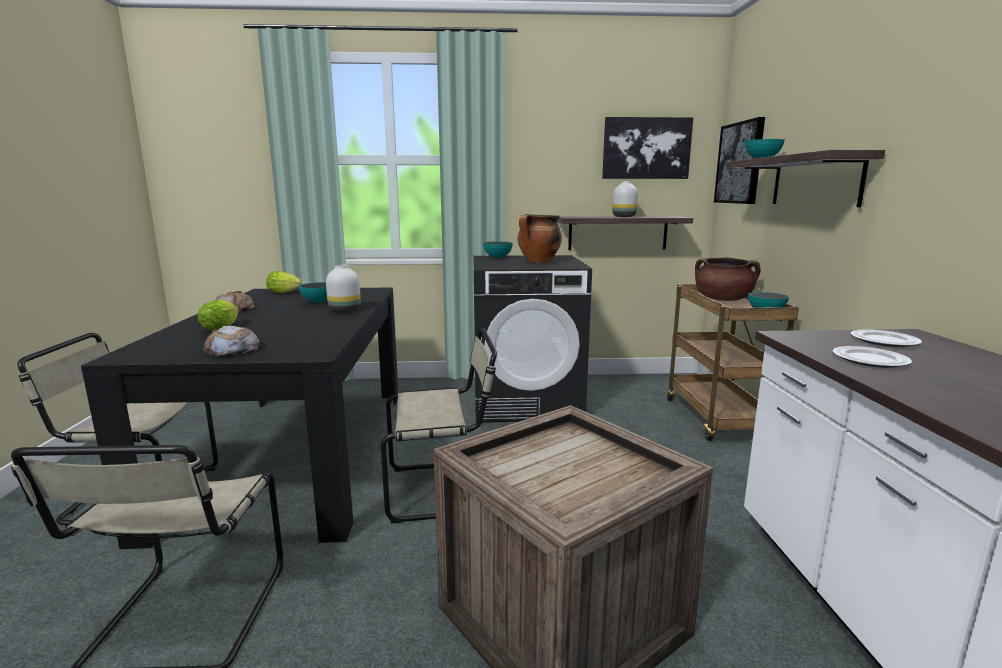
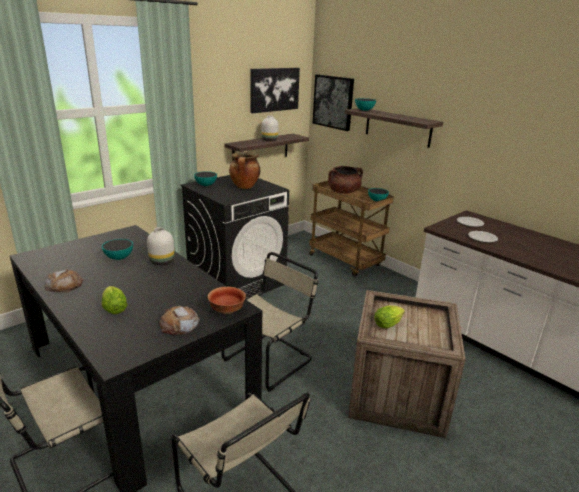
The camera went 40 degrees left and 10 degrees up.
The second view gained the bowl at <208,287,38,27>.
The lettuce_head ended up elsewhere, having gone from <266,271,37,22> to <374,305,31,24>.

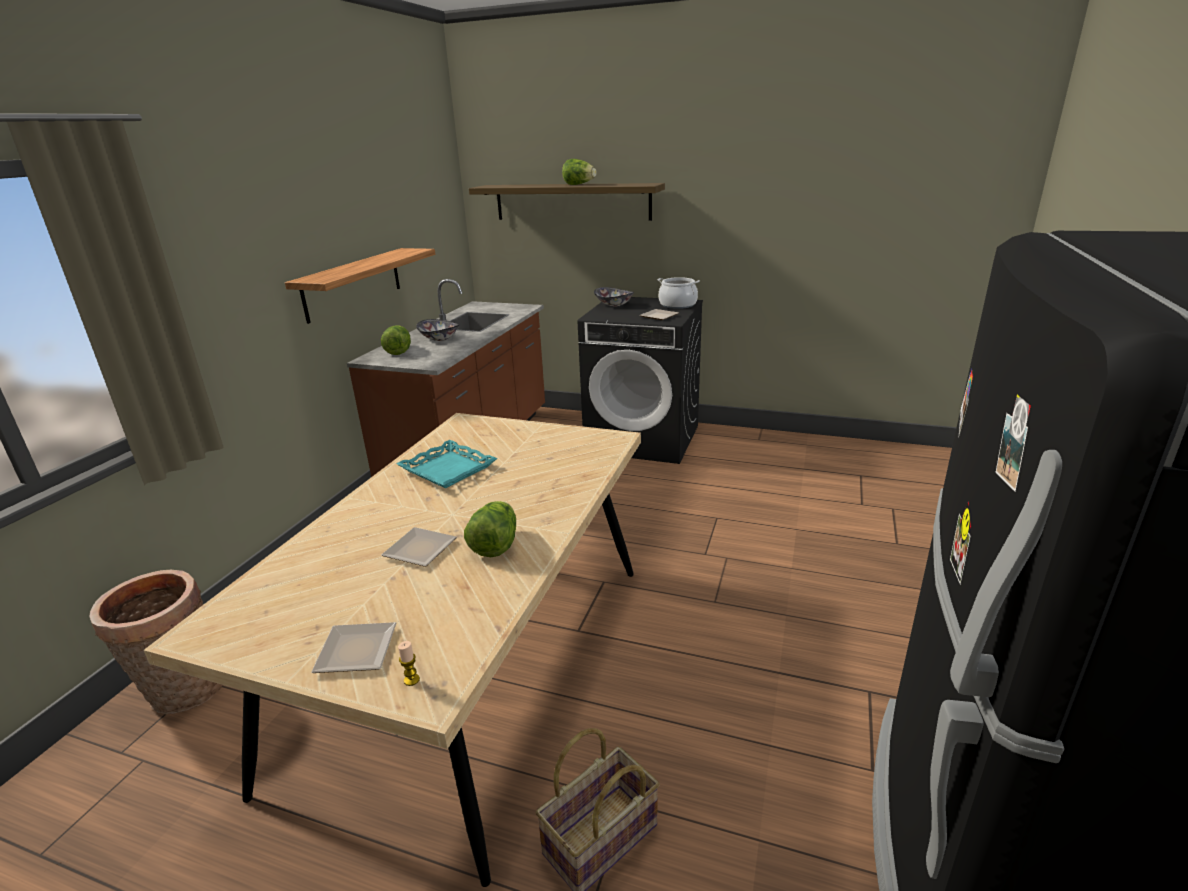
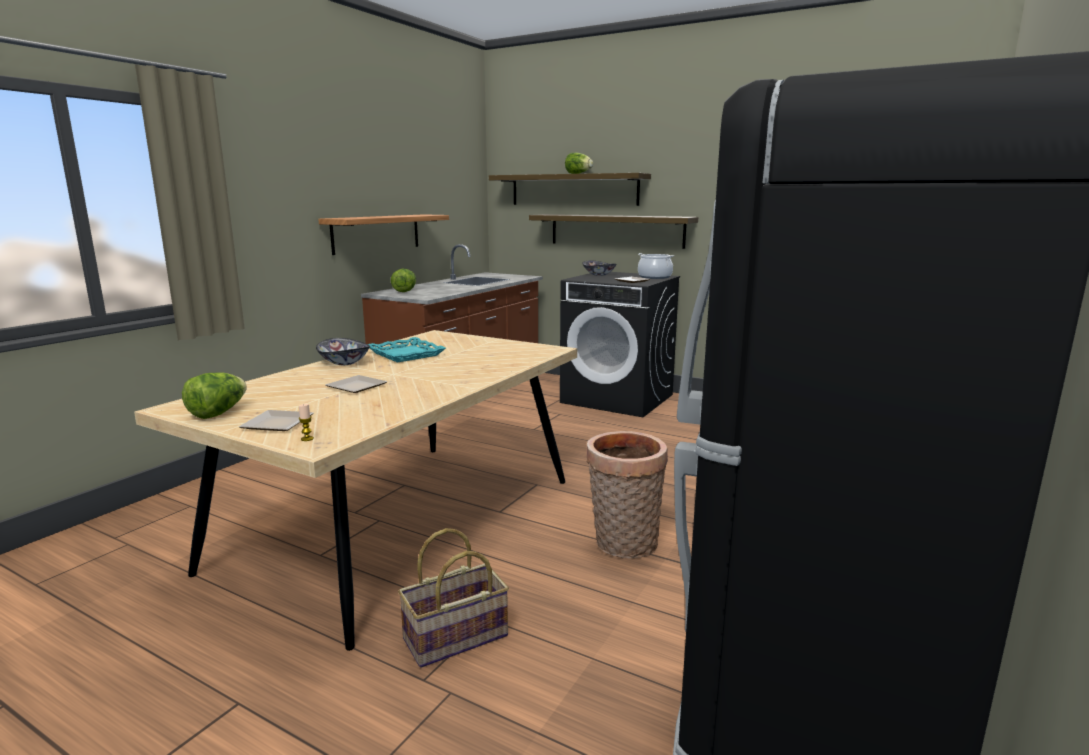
The camera went 10 degrees right and 10 degrees down.
The lettuce_head ended up elsewhere, having gone from <464,501,52,56> to <182,372,65,47>.
The bowl ended up elsewhere, having gone from <416,319,44,22> to <316,338,54,27>.
The second view gained the shelf at <529,214,169,35>.
The household_basket ended up elsewhere, having gone from <89,570,133,144> to <586,431,82,127>.

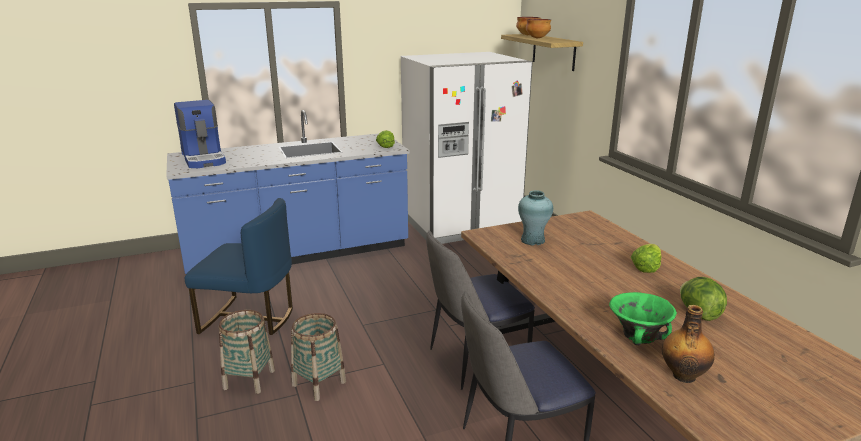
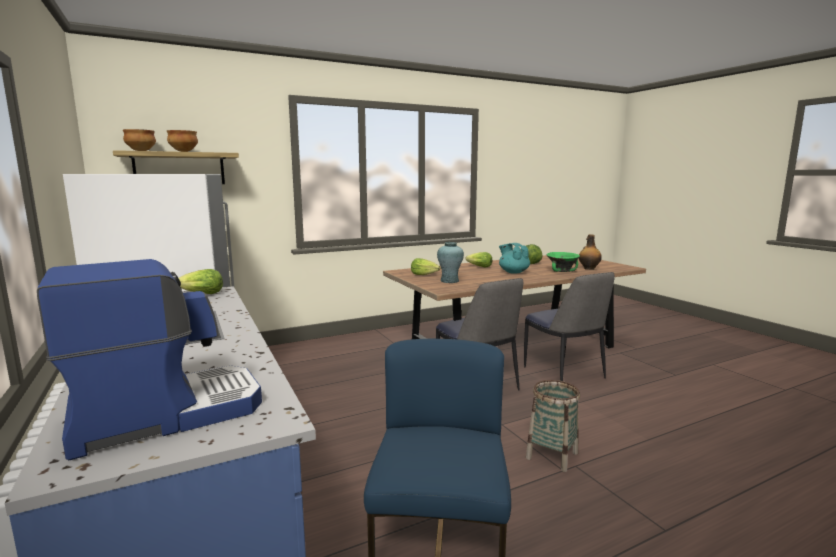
The camera went 95 degrees left and 10 degrees down.
The second view gained the lettuce_head at <411,258,29,17>.
The second view gained the turquoise_pot_for_tea at <499,243,31,31>.
The second view lost the household_basket at <219,310,56,84>.

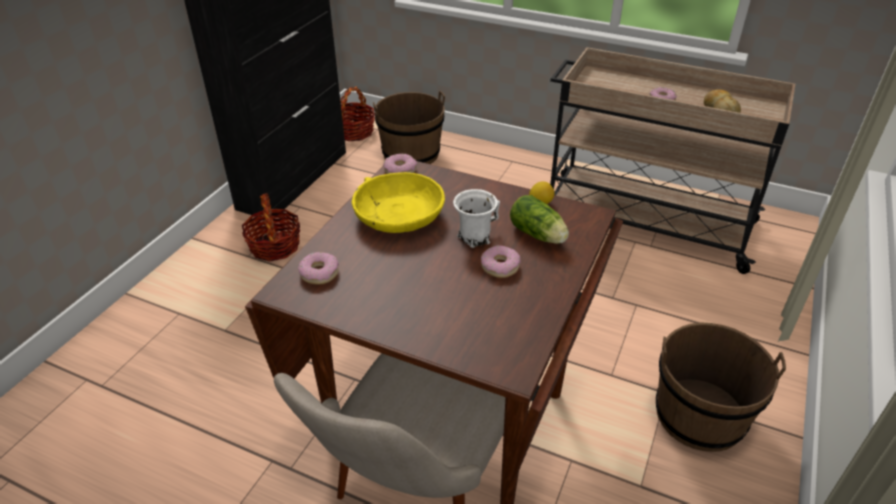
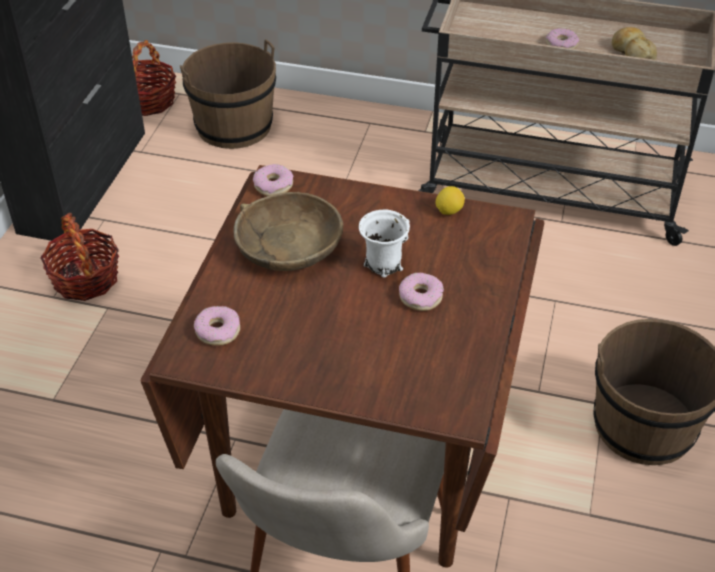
The camera went 10 degrees left and 5 degrees up.
What was the yellow_bowl at <352,172,93,61> turned into the brown_bowl at <233,192,110,79>.
The second view lost the lettuce_head at <510,195,59,49>.

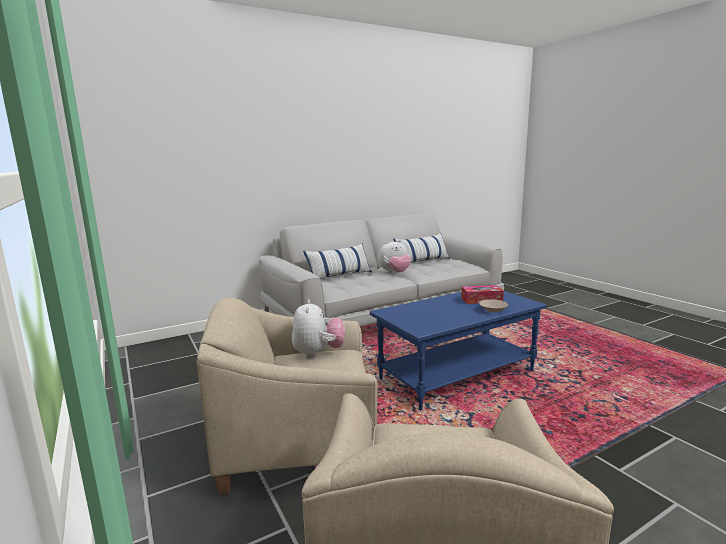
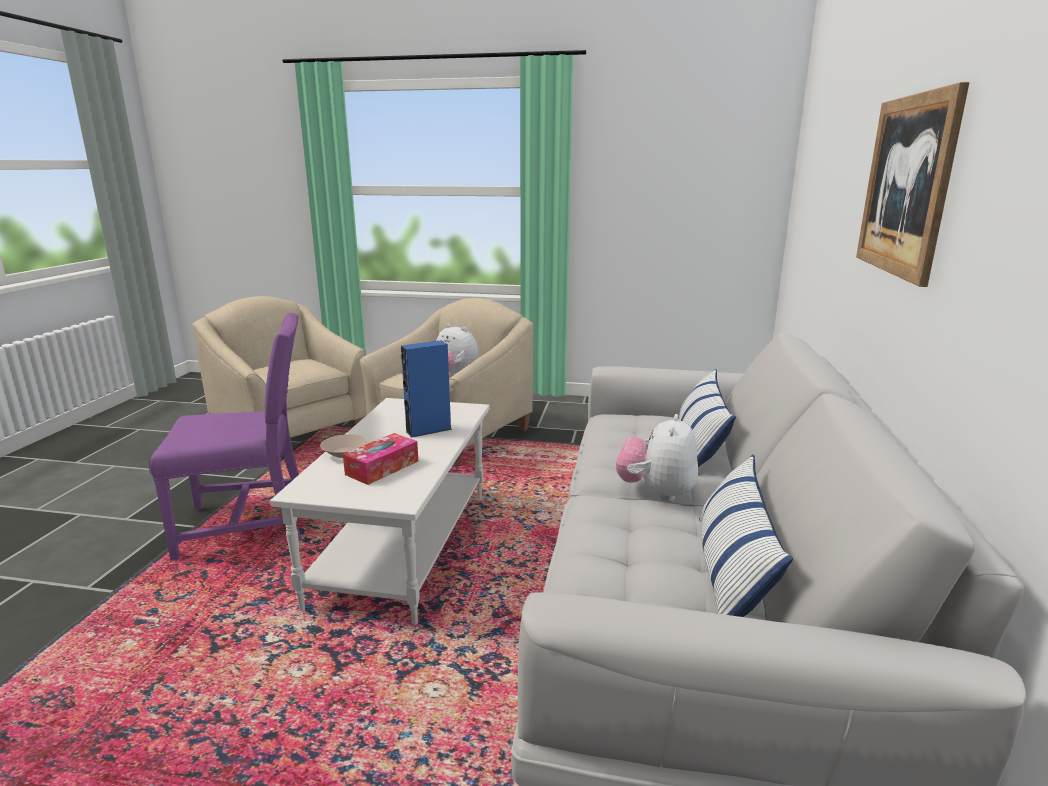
The camera went 130 degrees right and 5 degrees up.
The second view gained the purple-coloured_upright_chair at <149,313,153,247>.
What was the blue_lounge_table at <370,291,177,119> turned into the white-coloured_lounge_table at <270,398,220,227>.
The second view gained the blue_audio_speaker at <401,340,51,98>.
The second view gained the wall_picture at <856,82,113,205>.

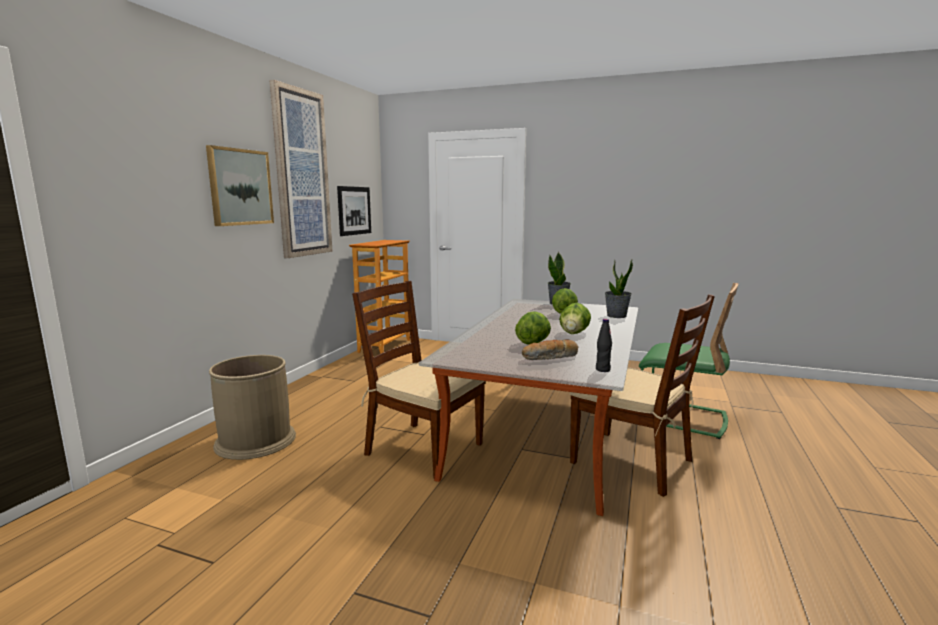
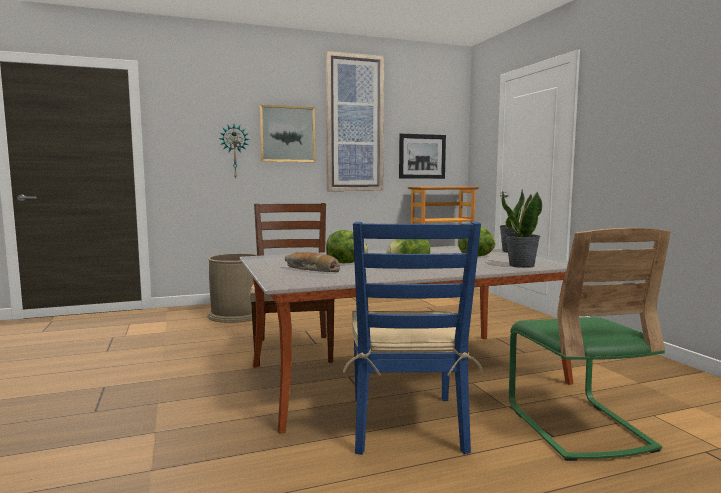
The camera went 50 degrees right and 5 degrees down.
The second view gained the wall_clock at <219,124,31,54>.
What was the brown_upright_chair at <570,294,145,203> turned into the blue_upright_chair at <343,222,140,233>.
The second view lost the blackish_bottle at <596,319,16,53>.

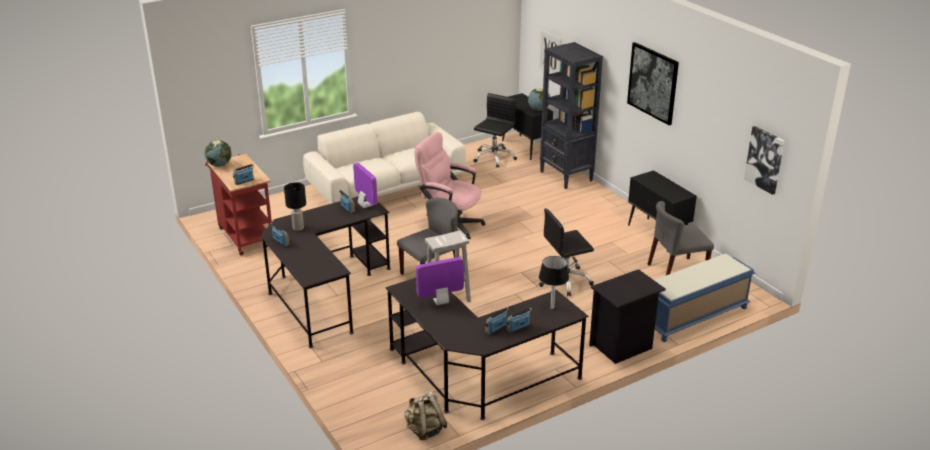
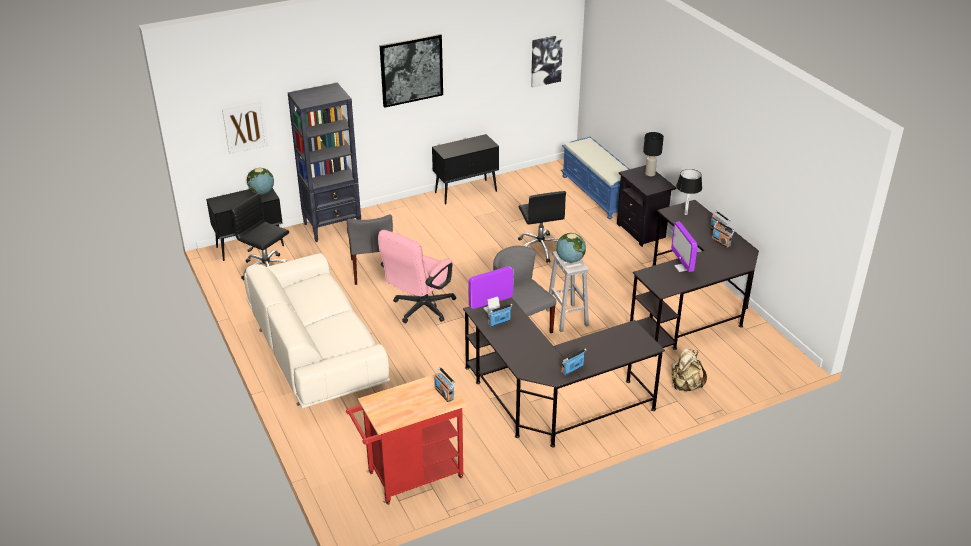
The camera went 85 degrees left and 5 degrees up.
The grey_upright_chair ended up elsewhere, having gone from <648,201,66,74> to <347,214,46,71>.
The globe ended up elsewhere, having gone from <204,140,28,27> to <556,233,30,30>.
The blackish_tabletop_lamp ended up elsewhere, having gone from <284,182,22,49> to <643,132,21,44>.
The beige_rucksack ended up elsewhere, having gone from <404,391,43,49> to <671,349,36,42>.

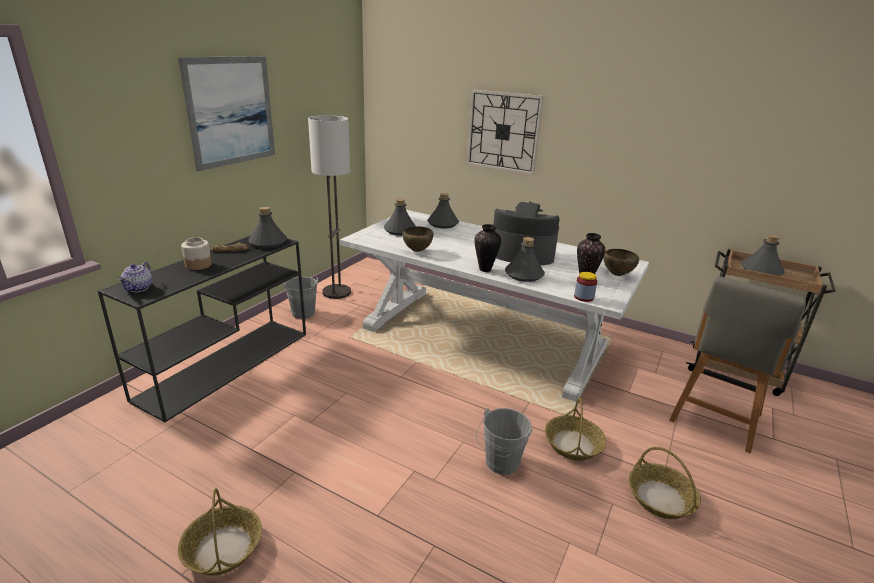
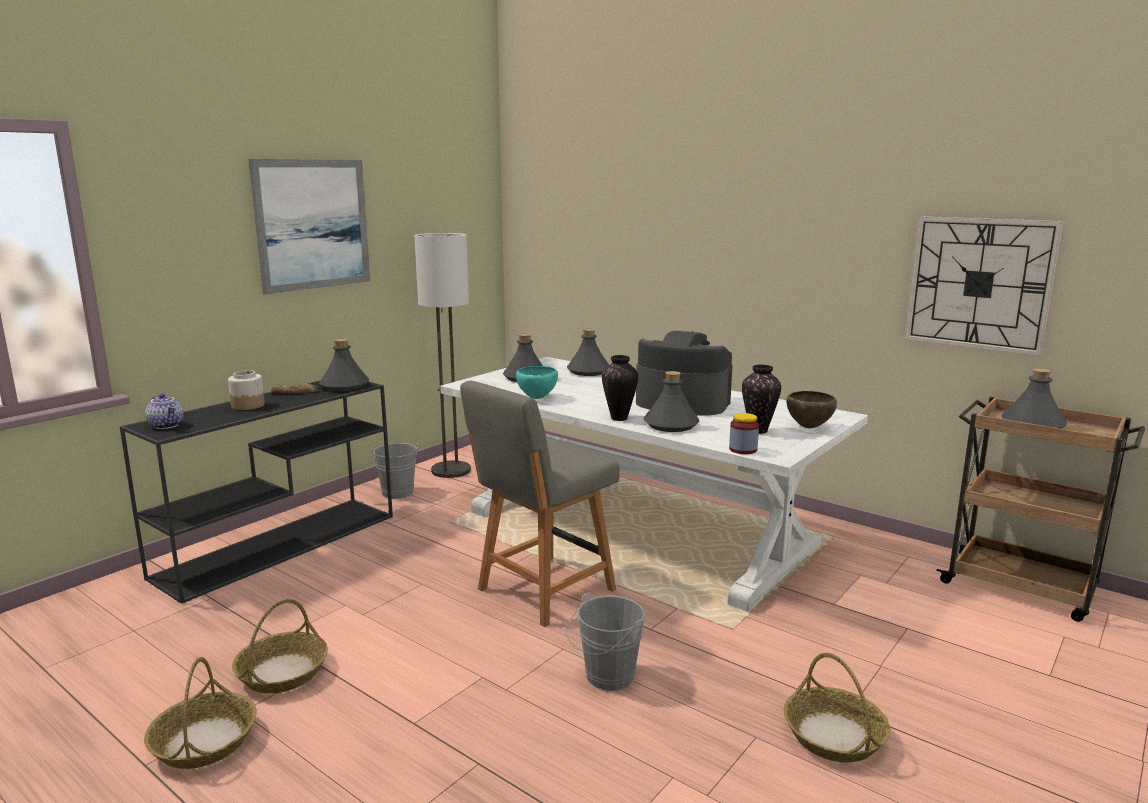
The camera went 10 degrees right and 10 degrees down.
The pot_for_tea at <118,262,34,30> ended up facing another way, 60 degrees counterclockwise from before.
The household_basket ended up elsewhere, having gone from <545,397,61,64> to <232,599,96,94>.
The grey_upright_chair ended up elsewhere, having gone from <669,276,137,178> to <460,381,160,246>.
What was the brown_bowl at <402,226,31,26> turned into the turquoise_bowl at <516,366,42,33>.
The wall_clock ended up elsewhere, having gone from <467,89,77,86> to <905,216,158,140>.

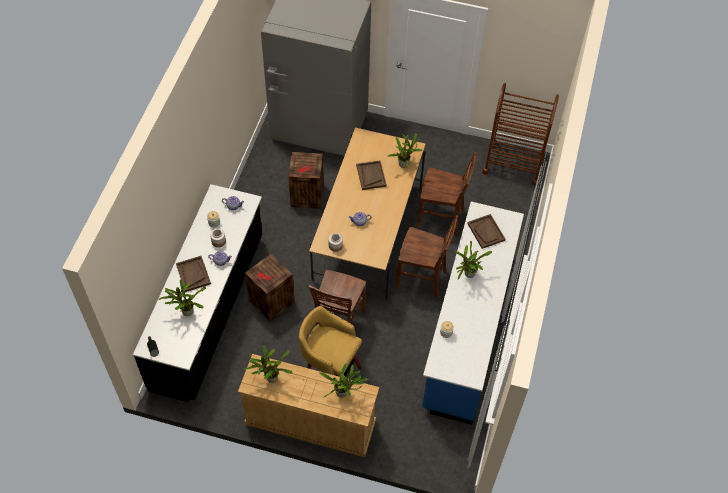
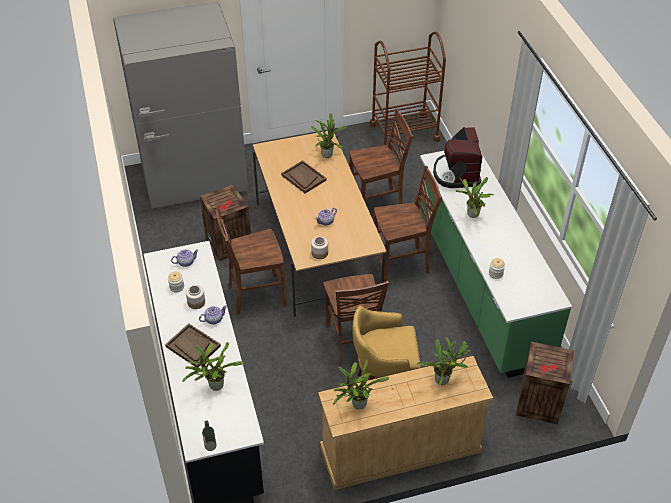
The camera went 30 degrees left and 10 degrees down.
The second view gained the brown_upright_chair at <215,206,72,109>.
What was the blue_counter at <422,202,102,223> turned into the greenish_counter at <420,151,152,227>.
Where the brown_tray stood at <467,214,38,35>, the coffee_maker came to stand at <433,127,49,61>.
The crate ended up elsewhere, having gone from <245,254,50,67> to <516,342,58,82>.

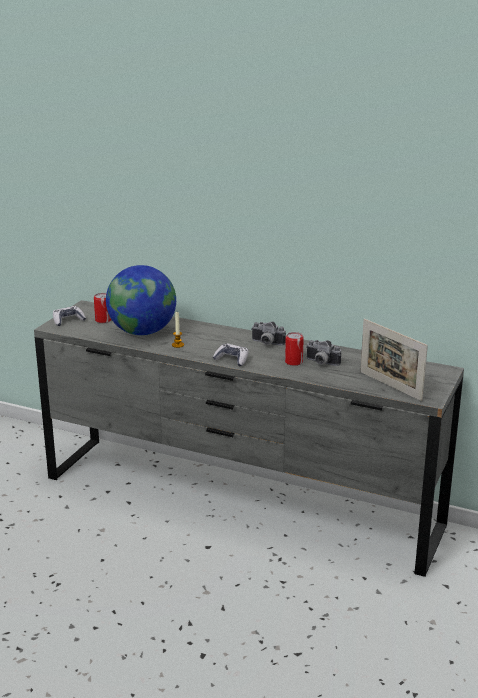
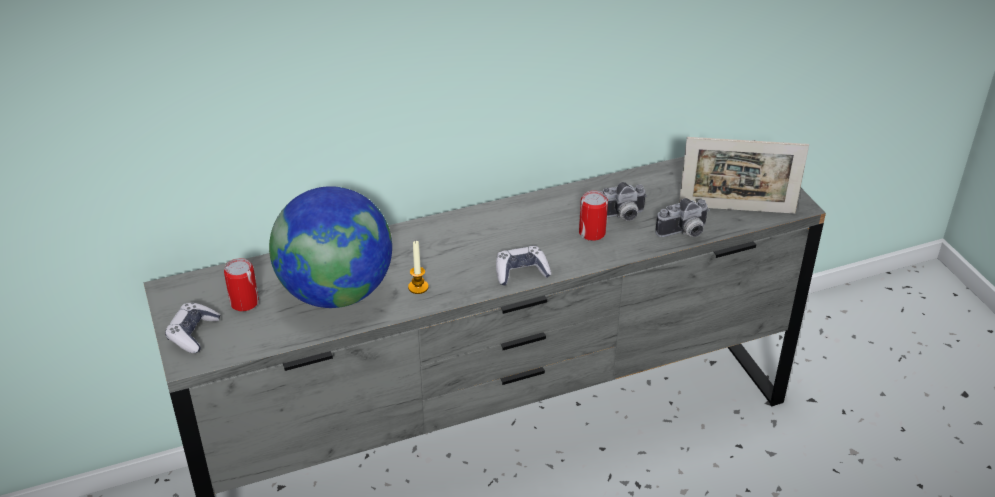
The camera went 45 degrees left and 15 degrees up.
The photo_camera ended up elsewhere, having gone from <251,322,35,24> to <655,198,54,39>.

